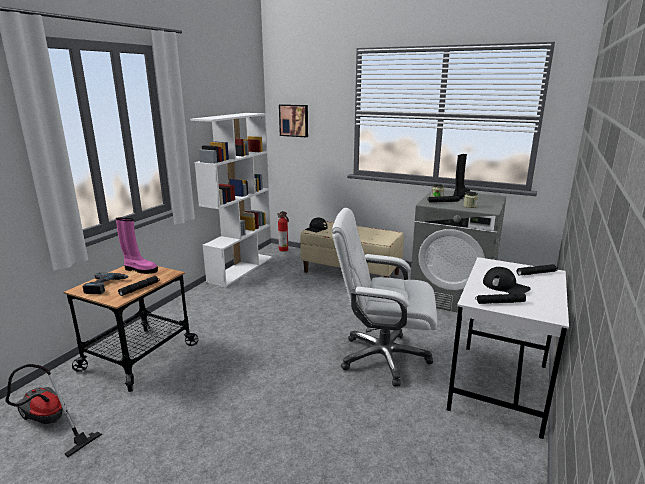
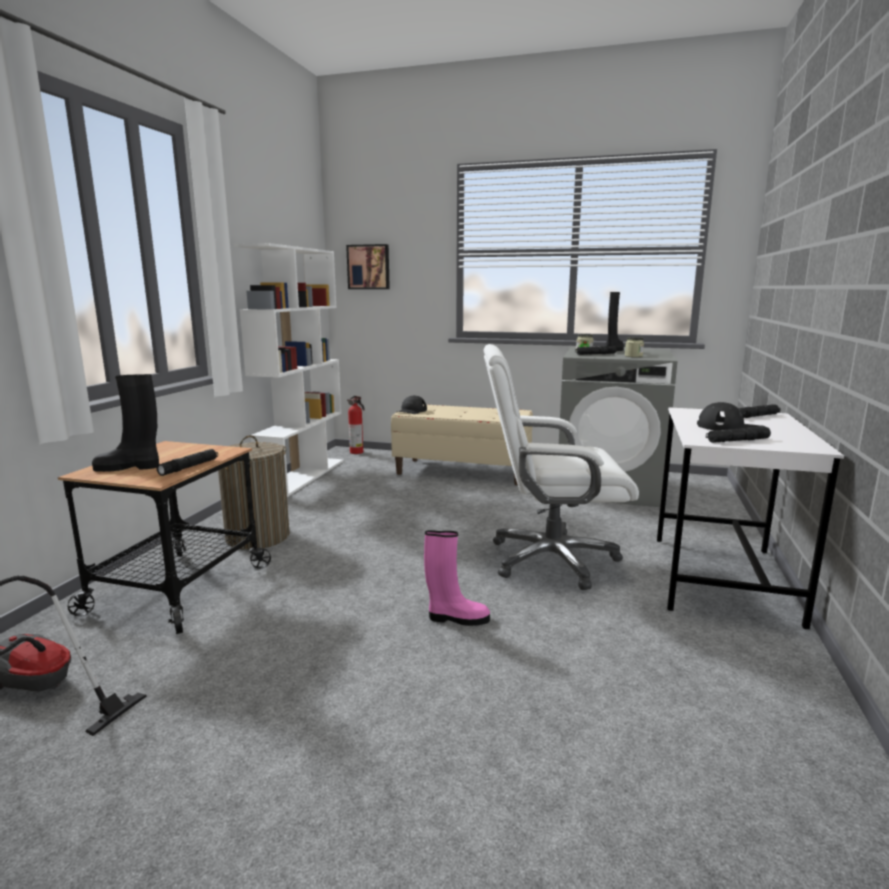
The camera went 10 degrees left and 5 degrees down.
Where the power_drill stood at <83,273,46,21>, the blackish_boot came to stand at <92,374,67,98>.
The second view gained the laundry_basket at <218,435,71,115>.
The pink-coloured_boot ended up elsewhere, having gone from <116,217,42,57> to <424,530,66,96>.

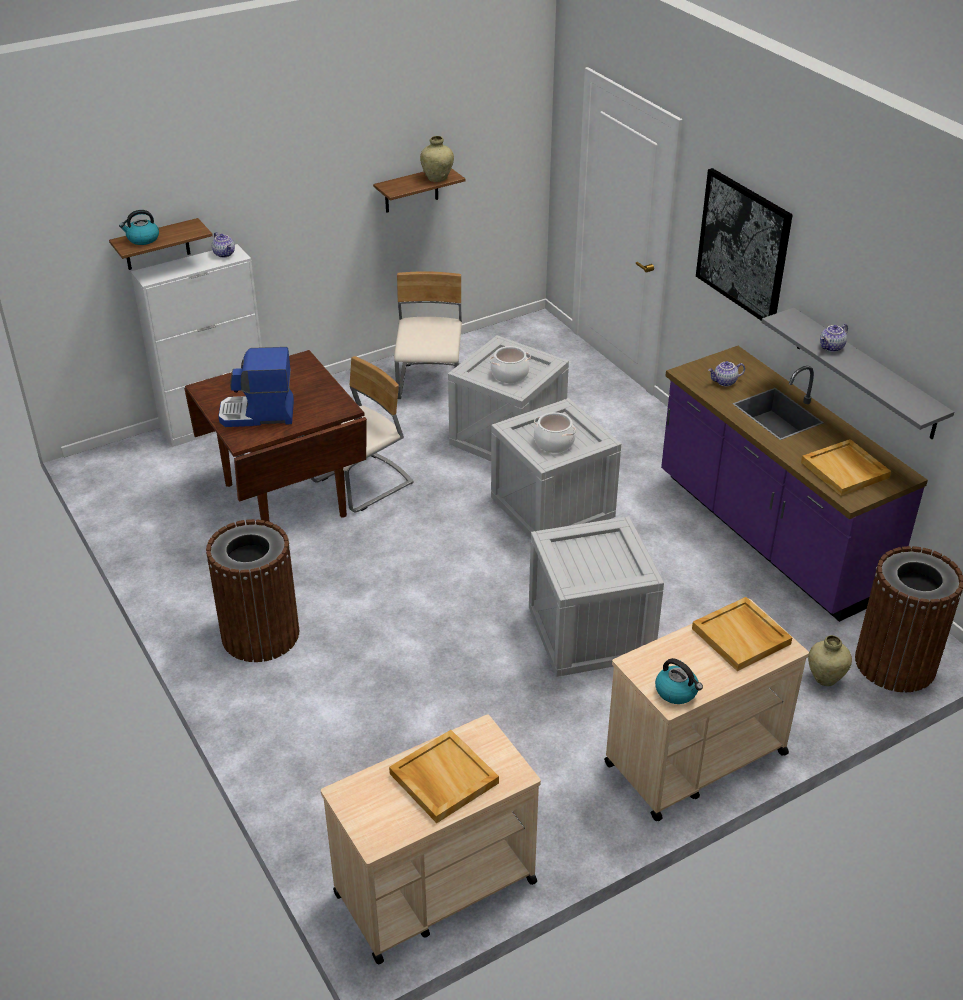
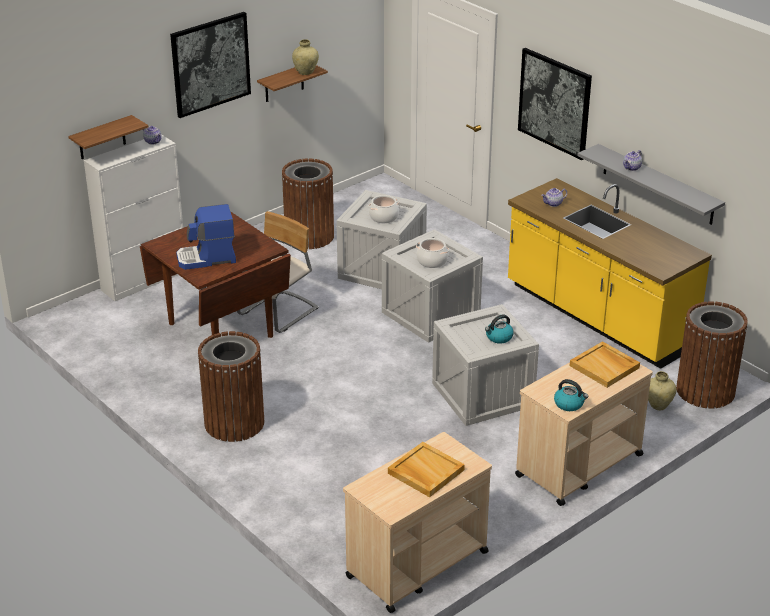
The camera went 10 degrees left and 5 degrees down.
The second view gained the wall_picture at <170,12,81,106>.
Where the beige_upright_chair stood at <394,271,68,128>, the brown_waste_bin came to stand at <282,158,52,91>.
The tea_kettle ended up elsewhere, having gone from <119,210,40,35> to <485,314,29,30>.
What was the purple-coloured_counter at <661,346,267,276> turned into the yellow_counter at <508,178,204,191>.
The second view lost the beige_tray at <801,439,90,57>.

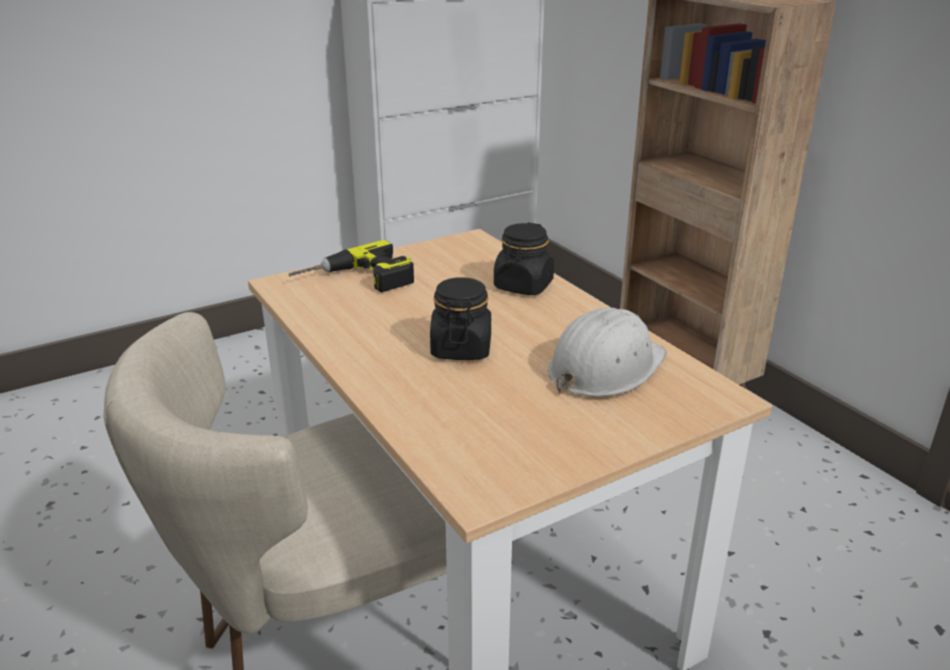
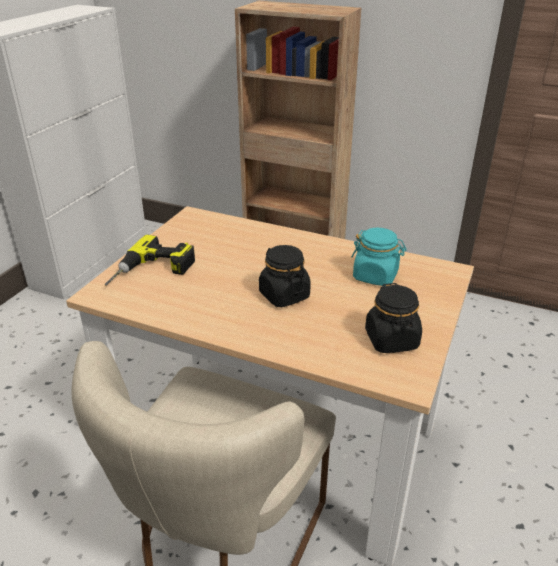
The camera went 35 degrees left and 5 degrees up.
Where the white-coloured_safety_helmet stood at <548,308,118,89>, the turquoise_preserve_jar came to stand at <351,228,56,58>.
The blackish_preserve_jar ended up elsewhere, having gone from <494,223,60,72> to <365,283,57,70>.

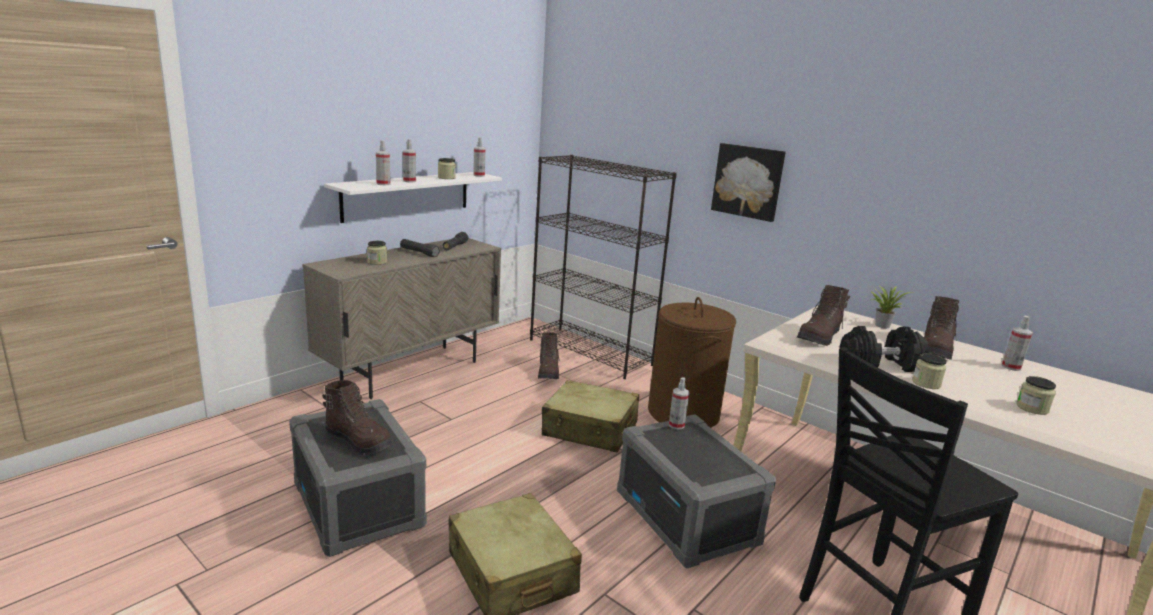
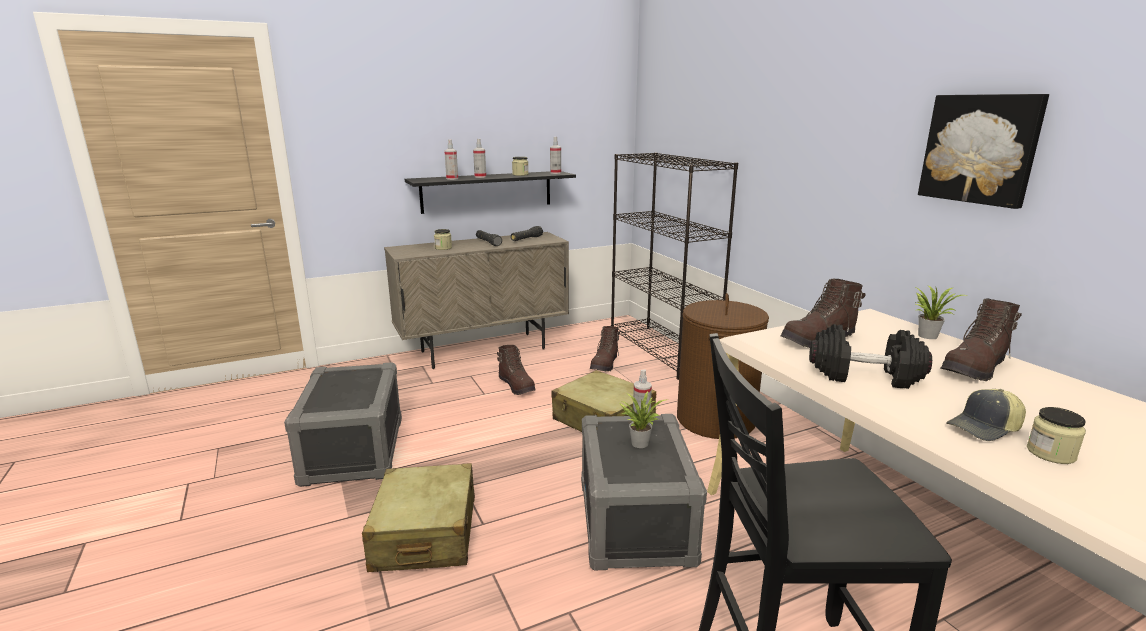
The camera went 25 degrees right and 0 degrees up.
What was the white-coloured_shelf at <324,172,178,51> turned into the blackish_shelf at <405,171,171,43>.
The brown_boot ended up elsewhere, having gone from <322,380,70,75> to <497,345,39,50>.
The second view gained the potted_plant at <620,391,46,57>.
The wall_picture ended up elsewhere, having gone from <711,143,75,79> to <918,94,131,115>.
The second view gained the baseball_cap at <946,389,80,52>.
The second view lost the preserve_jar at <912,353,35,36>.
The second view lost the spray_bottle at <1002,316,31,55>.

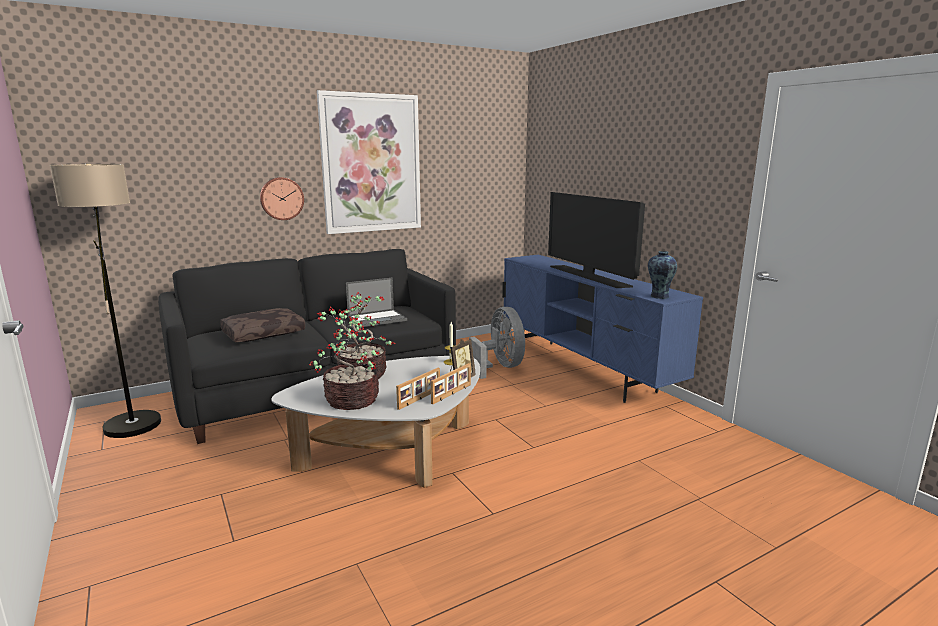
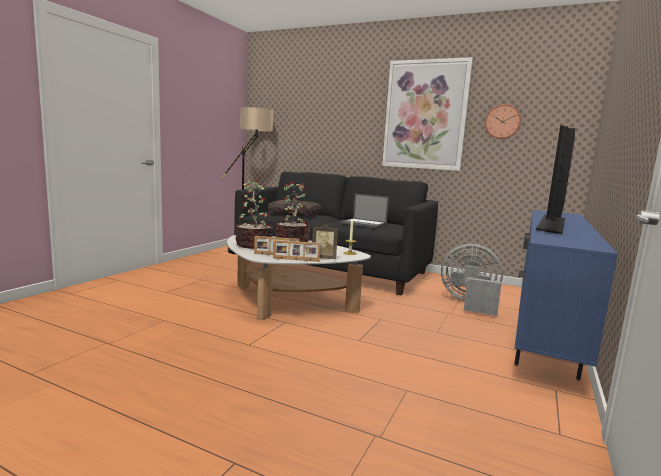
The camera went 55 degrees right and 5 degrees down.
The grey_electric_fan at <469,307,56,72> ended up facing another way, 105 degrees counterclockwise from before.
The wall_clock ended up elsewhere, having gone from <260,177,44,43> to <485,104,36,35>.
The second view lost the decorative_vase at <648,251,29,48>.

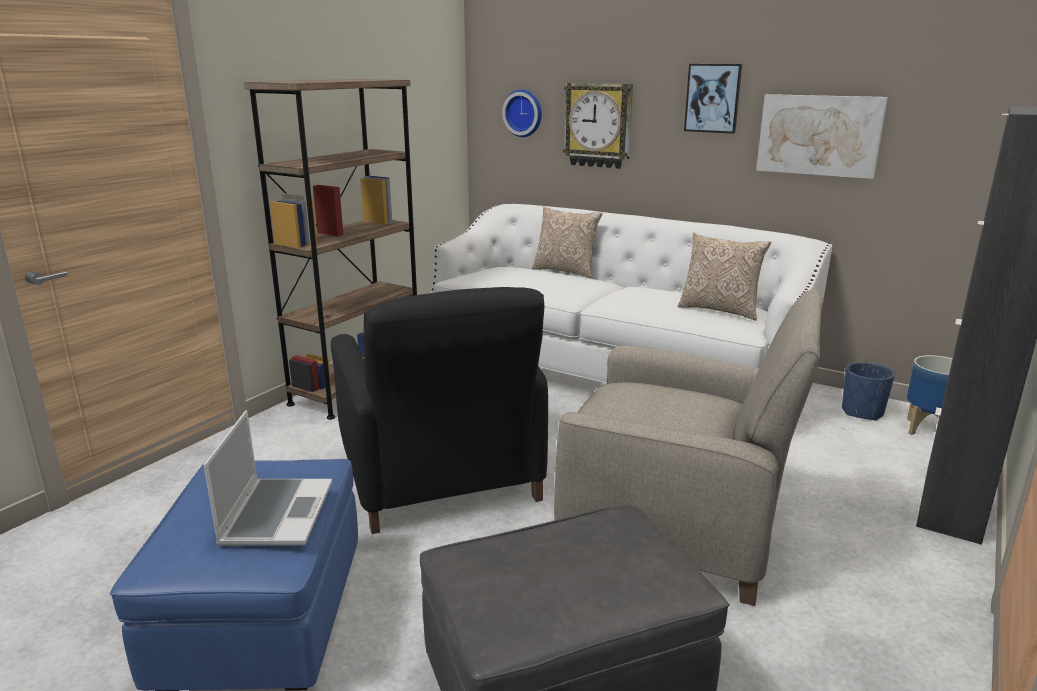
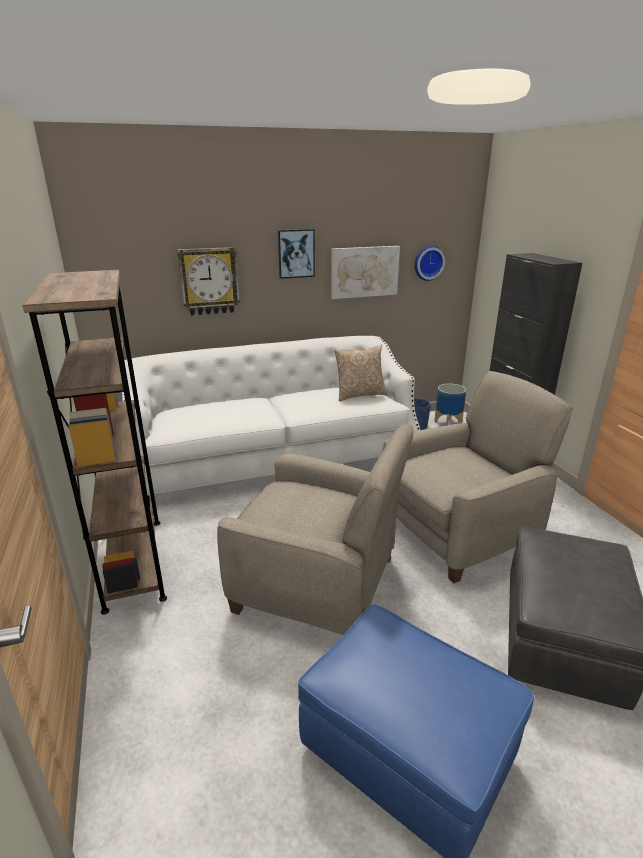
The camera went 50 degrees left and 5 degrees up.
What was the blackish_armchair at <331,287,217,247> turned into the beige_armchair at <217,424,197,211>.
The wall_clock ended up elsewhere, having gone from <502,89,40,48> to <415,245,30,36>.
The second view lost the laptop at <204,410,128,136>.
The second view lost the throw_pillow at <532,207,71,71>.

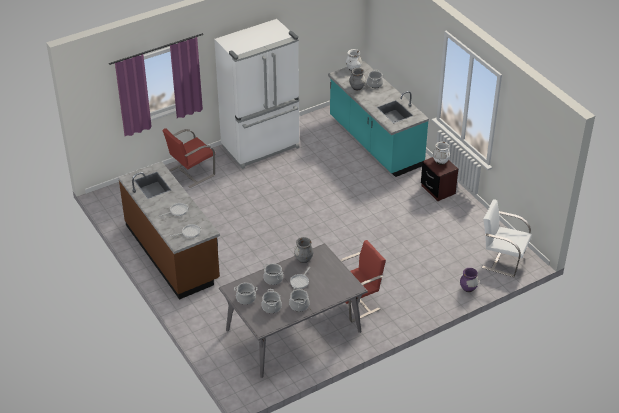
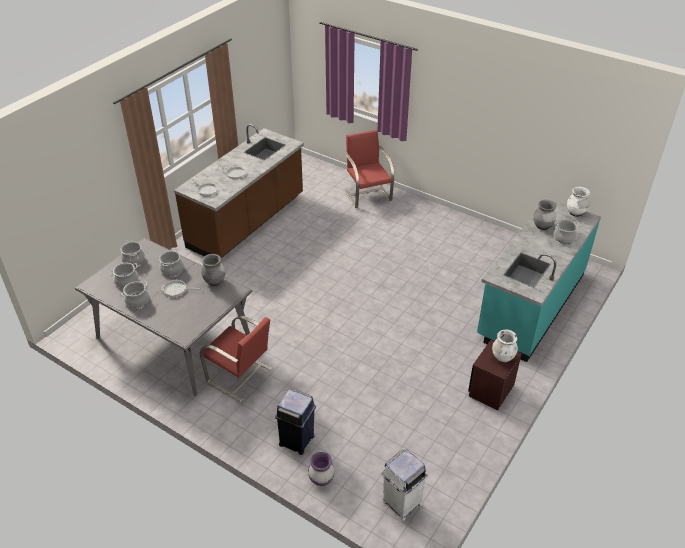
The camera went 65 degrees right and 0 degrees up.
The second view gained the blue_waste_bin at <275,389,41,66>.
The red-coloured_upright_chair at <162,128,53,60> ended up facing another way, 45 degrees clockwise from before.
Where the white-coloured_upright_chair stood at <482,200,50,77>, the white-coloured_waste_bin came to stand at <381,449,47,72>.
The second view lost the white-coloured_fridge at <214,19,85,150>.

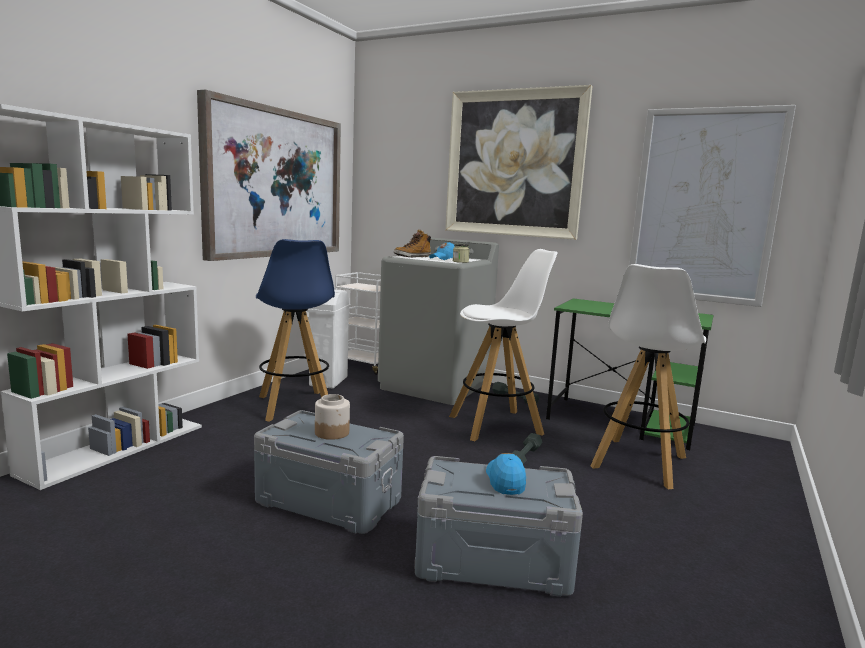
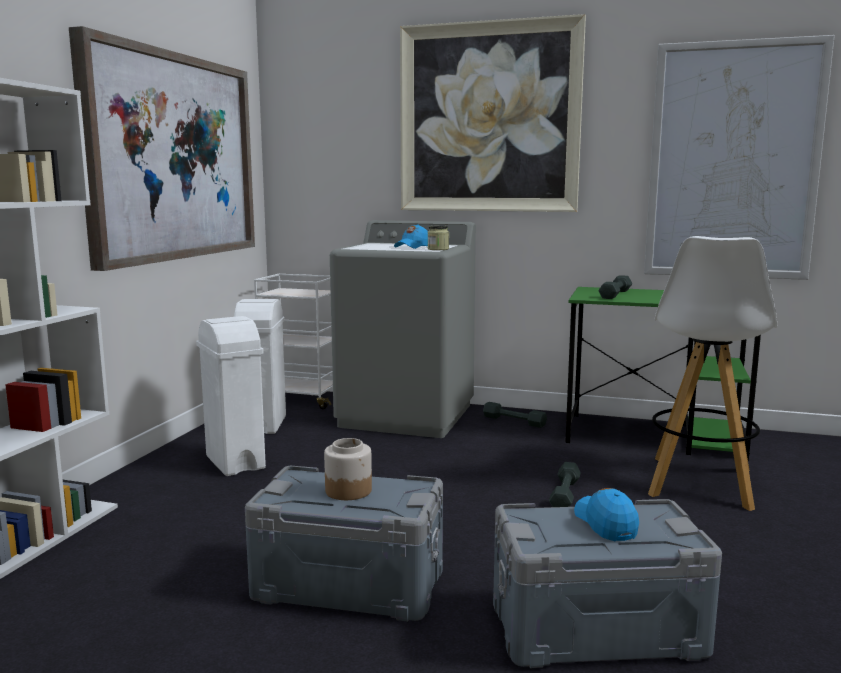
The camera went 10 degrees left and 0 degrees up.
Where the blue_stool stood at <256,239,79,183>, the white-coloured_waste_bin came to stand at <196,316,70,160>.
The second view gained the grey_free_weight at <598,275,34,24>.
The second view lost the boot at <394,229,37,28>.
The second view lost the white-coloured_stool at <449,249,109,192>.

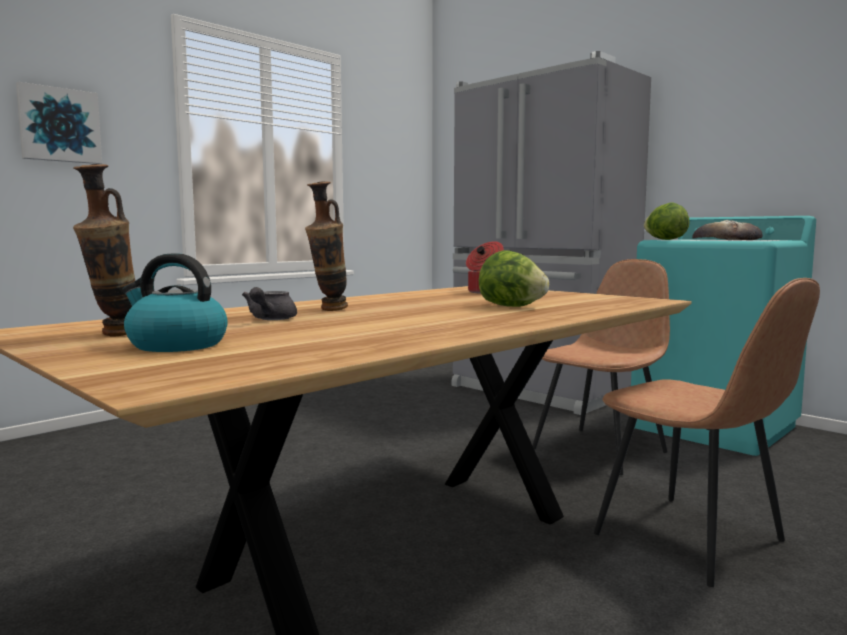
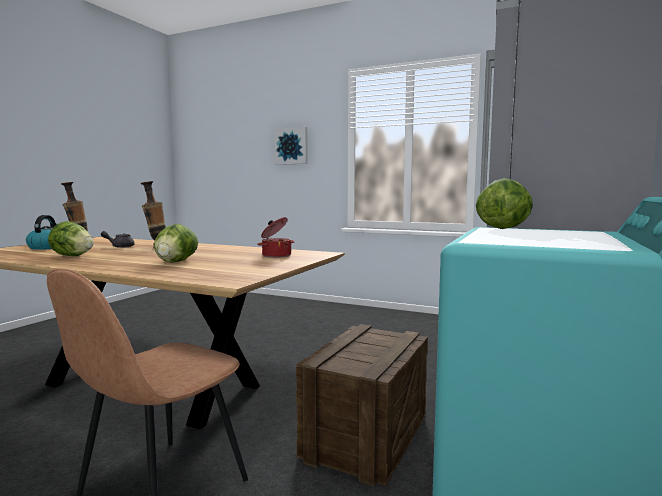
The camera went 70 degrees right and 0 degrees up.
The second view gained the lettuce_head at <48,221,46,35>.
Where the brown_upright_chair stood at <532,259,138,216>, the crate came to stand at <296,324,132,163>.
The second view lost the baked_bread at <692,220,71,20>.

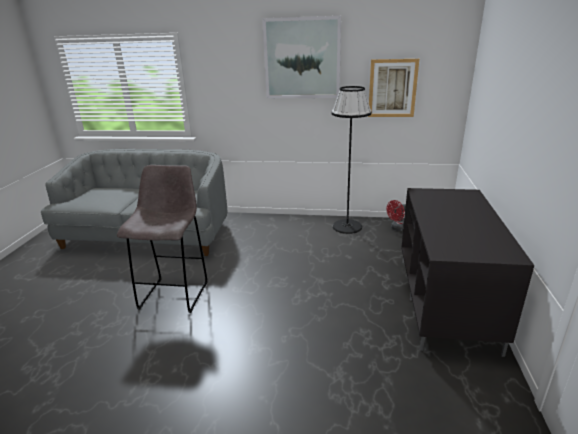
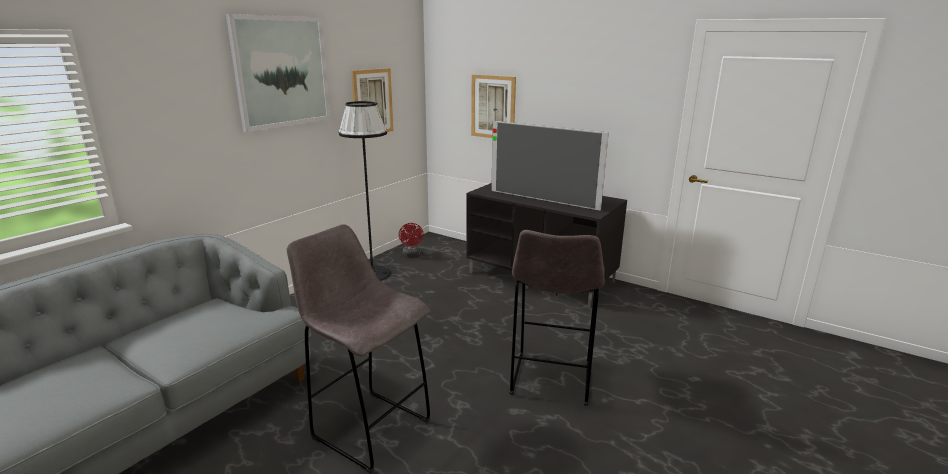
The camera went 65 degrees left and 5 degrees down.
The second view gained the wall_picture at <471,75,45,63>.
The second view gained the television at <491,121,118,89>.
The second view gained the grey_stool at <510,230,95,176>.

